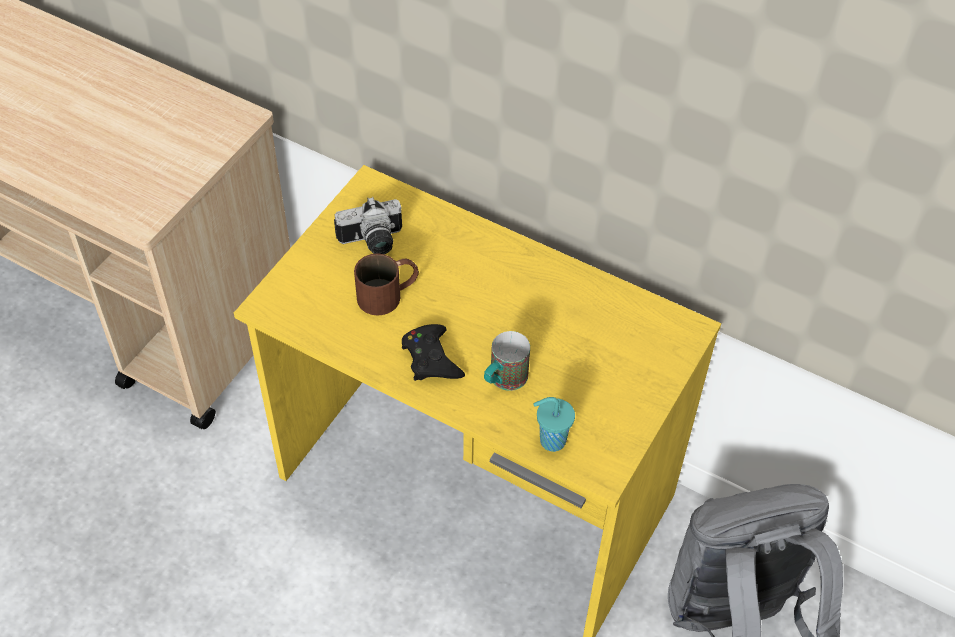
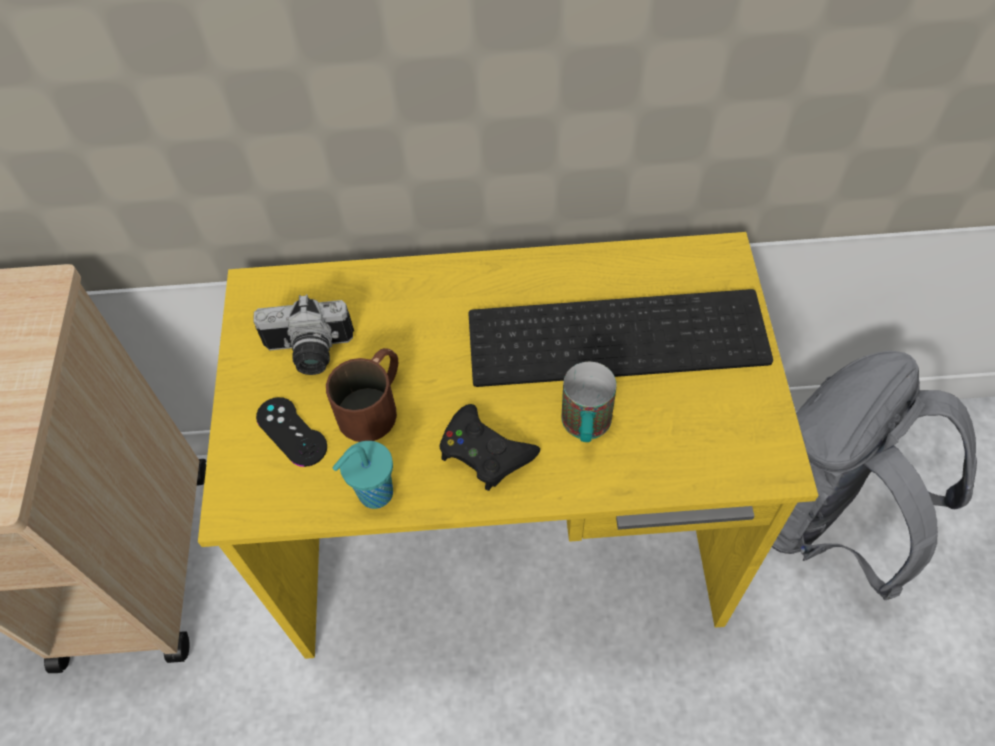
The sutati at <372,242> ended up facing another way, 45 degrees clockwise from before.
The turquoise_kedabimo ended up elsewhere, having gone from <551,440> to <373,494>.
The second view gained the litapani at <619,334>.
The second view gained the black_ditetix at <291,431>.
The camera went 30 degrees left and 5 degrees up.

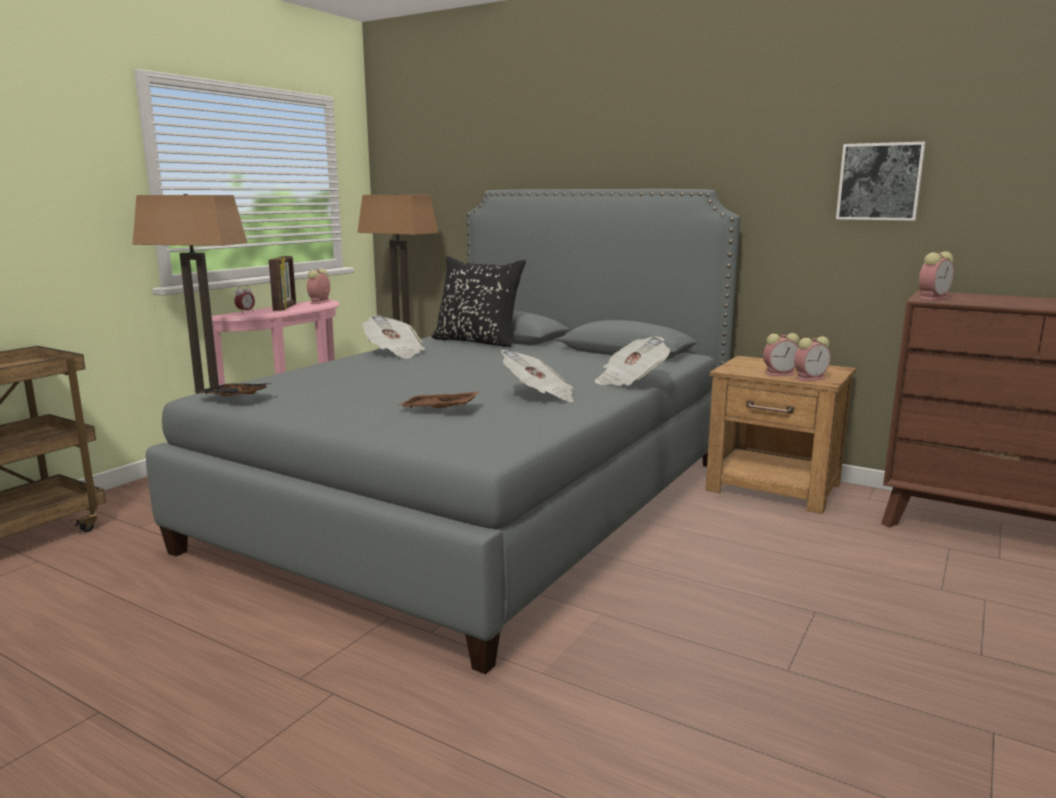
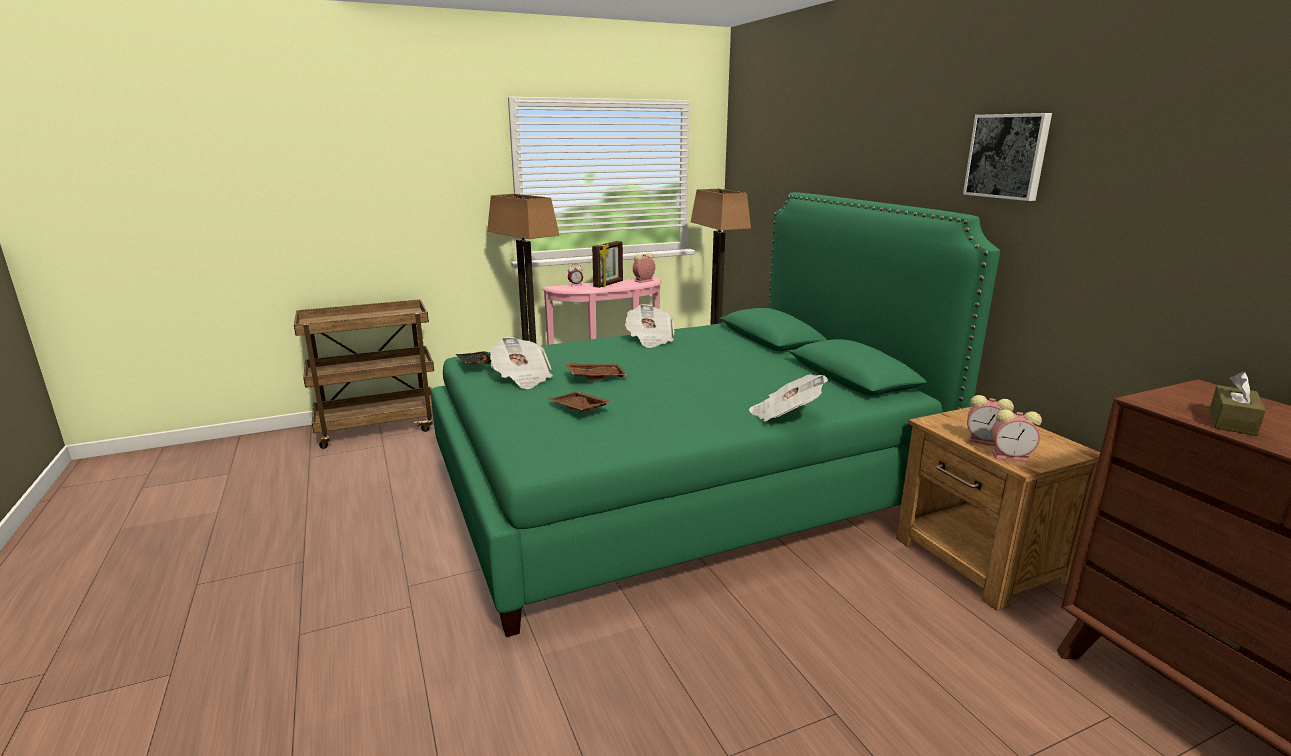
The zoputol ended up elsewhere, having gone from <880,181> to <1007,156>.
What was the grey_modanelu at <481,502> turned into the green_modanelu at <679,485>.
The second view lost the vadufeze at <933,298>.
The second view lost the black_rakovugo at <478,341>.
The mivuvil ended up elsewhere, having gone from <539,396> to <522,378>.
The second view gained the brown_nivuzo at <595,377>.
The second view gained the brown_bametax at <1232,421>.
The camera went 35 degrees right and 5 degrees up.

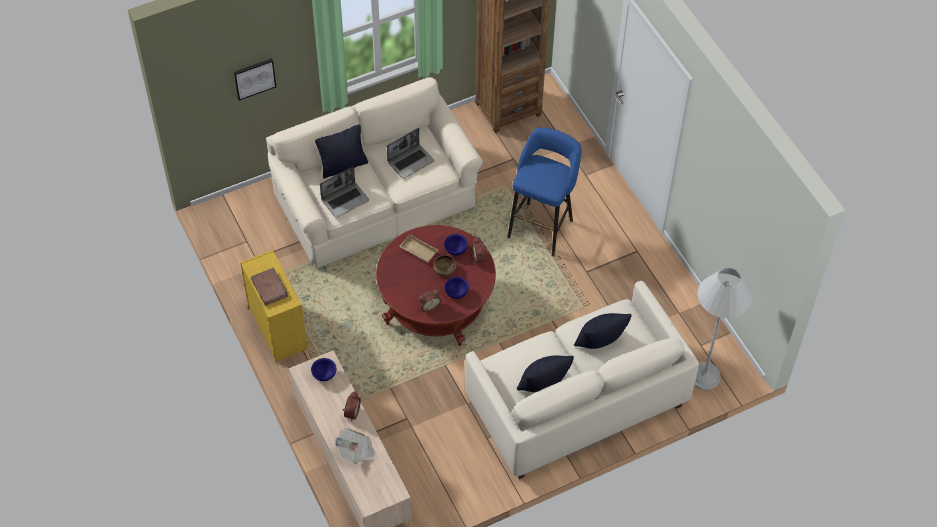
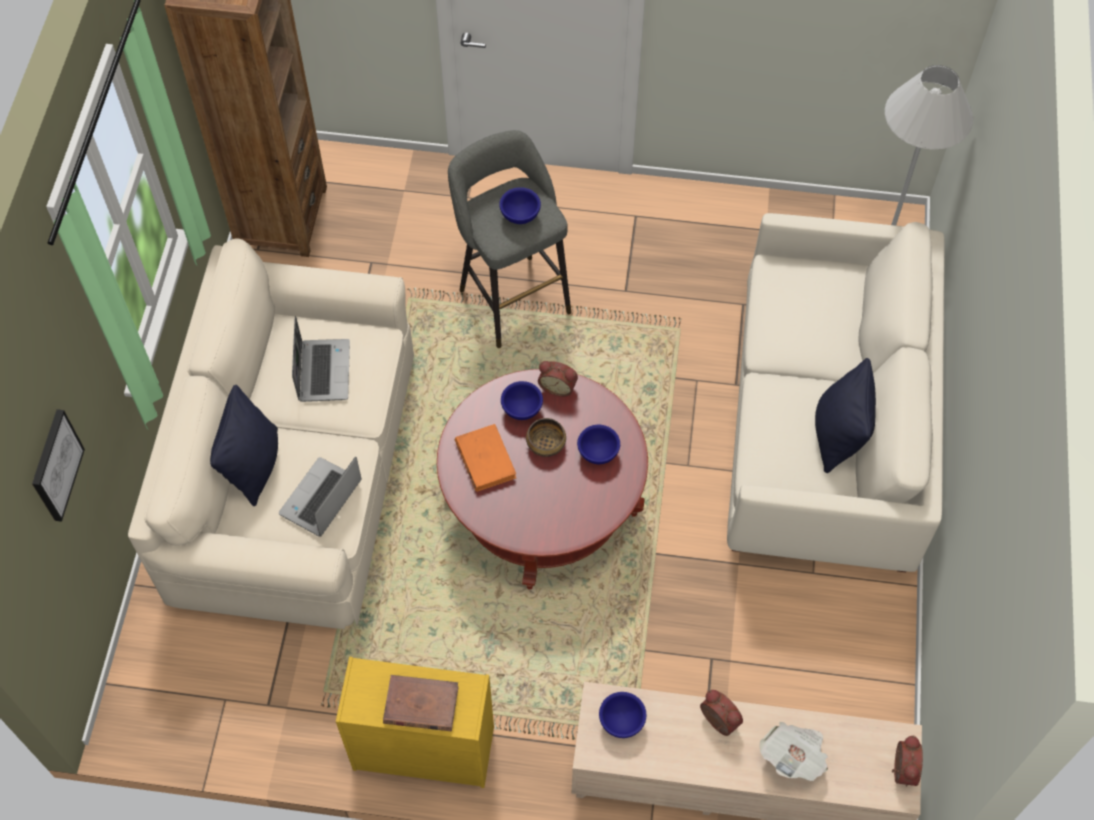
What was the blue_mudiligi at <542,226> turned into the grey_mudiligi at <511,296>.
The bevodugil at <345,200> ended up facing another way, 150 degrees counterclockwise from before.
Where the beige_nivuzo stood at <417,251>, the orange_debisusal came to stand at <485,459>.
The vadufeze ended up elsewhere, having gone from <429,305> to <901,769>.
The second view lost the black_rakovugo at <600,342>.
The second view gained the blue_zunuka at <520,215>.
The camera went 55 degrees left and 5 degrees up.

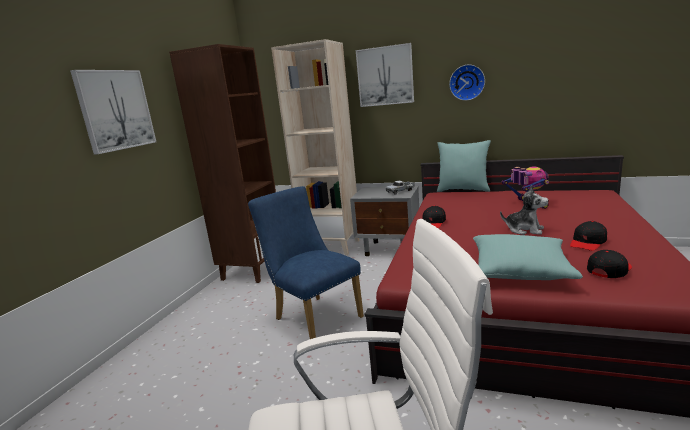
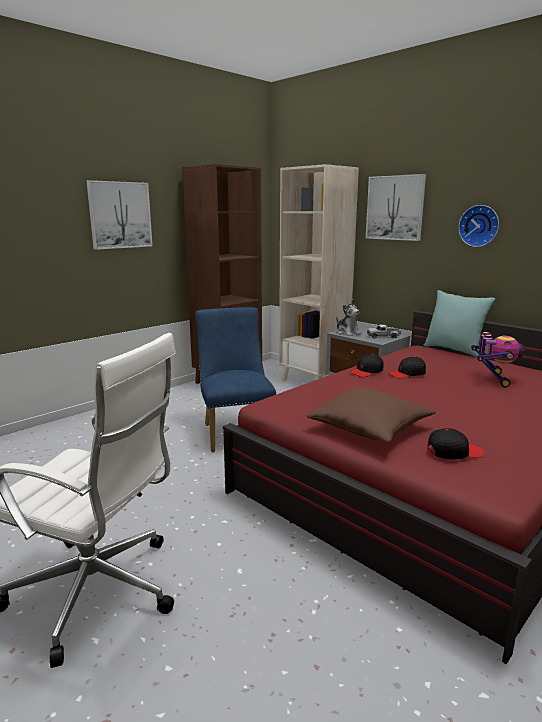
The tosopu ended up elsewhere, having gone from <524,230> to <347,333>.
The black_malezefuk ended up elsewhere, having gone from <588,242> to <407,374>.
What was the turquoise_rakovugo at <520,271> turned into the brown_rakovugo at <370,428>.
The camera went 25 degrees right and 0 degrees up.

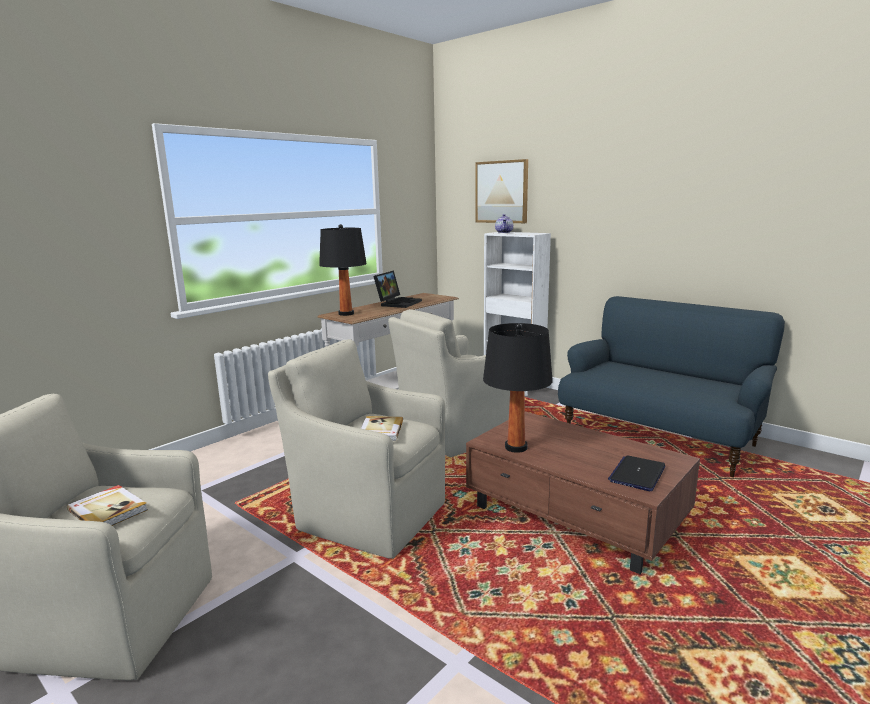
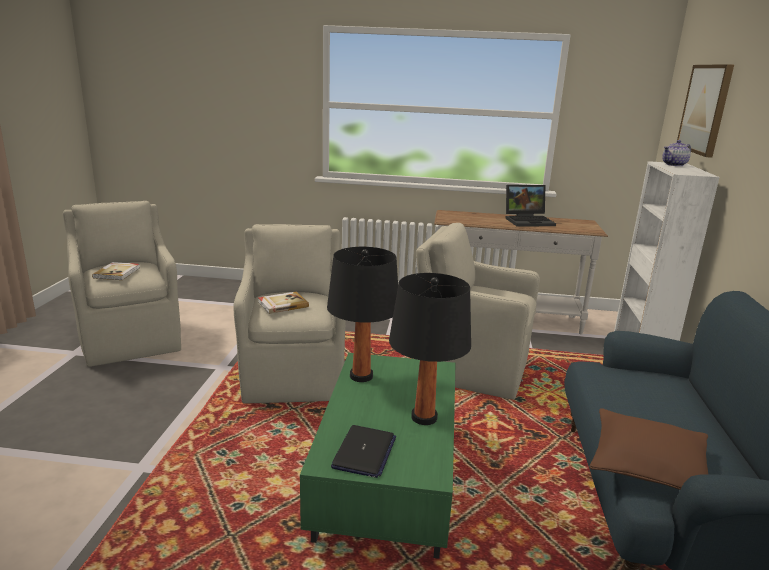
The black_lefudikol ended up elsewhere, having gone from <346,314> to <424,417>.
What was the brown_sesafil at <576,516> turned into the green_sesafil at <386,478>.
The bevodugil at <637,474> ended up facing another way, 105 degrees clockwise from before.
The second view gained the brown_rakovugo at <647,465>.
The camera went 55 degrees right and 5 degrees up.

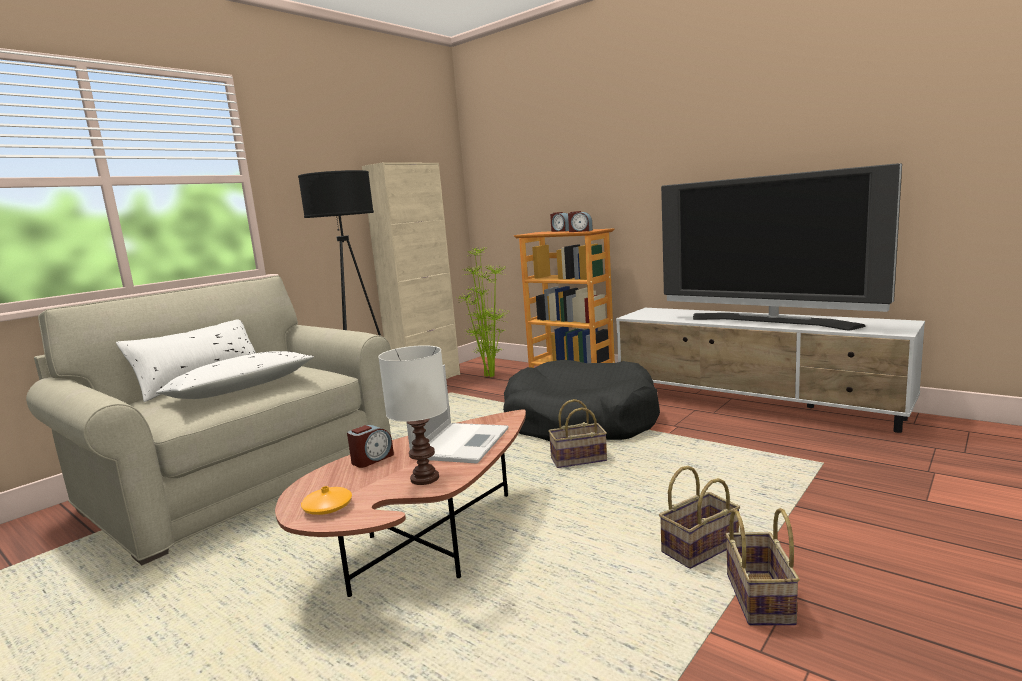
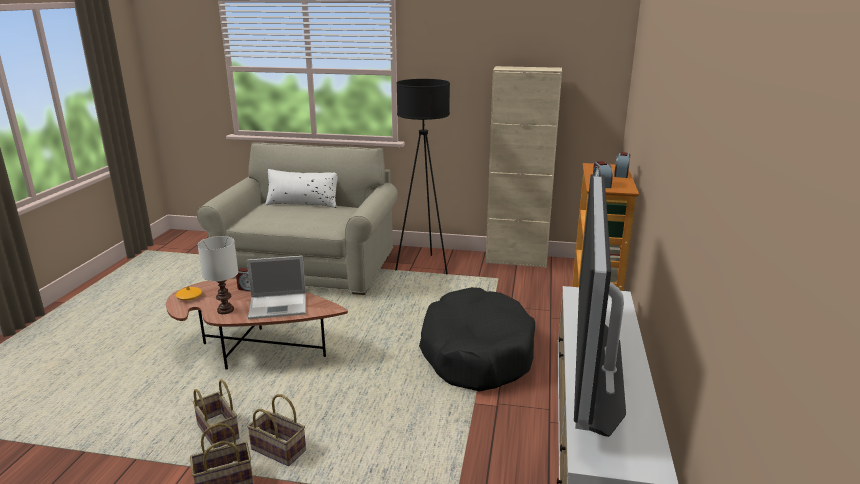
The second view lost the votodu at <490,377>.
The second view lost the white_rakovugo at <241,389>.
The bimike ended up elsewhere, having gone from <577,460> to <216,431>.
The camera went 60 degrees right and 10 degrees up.

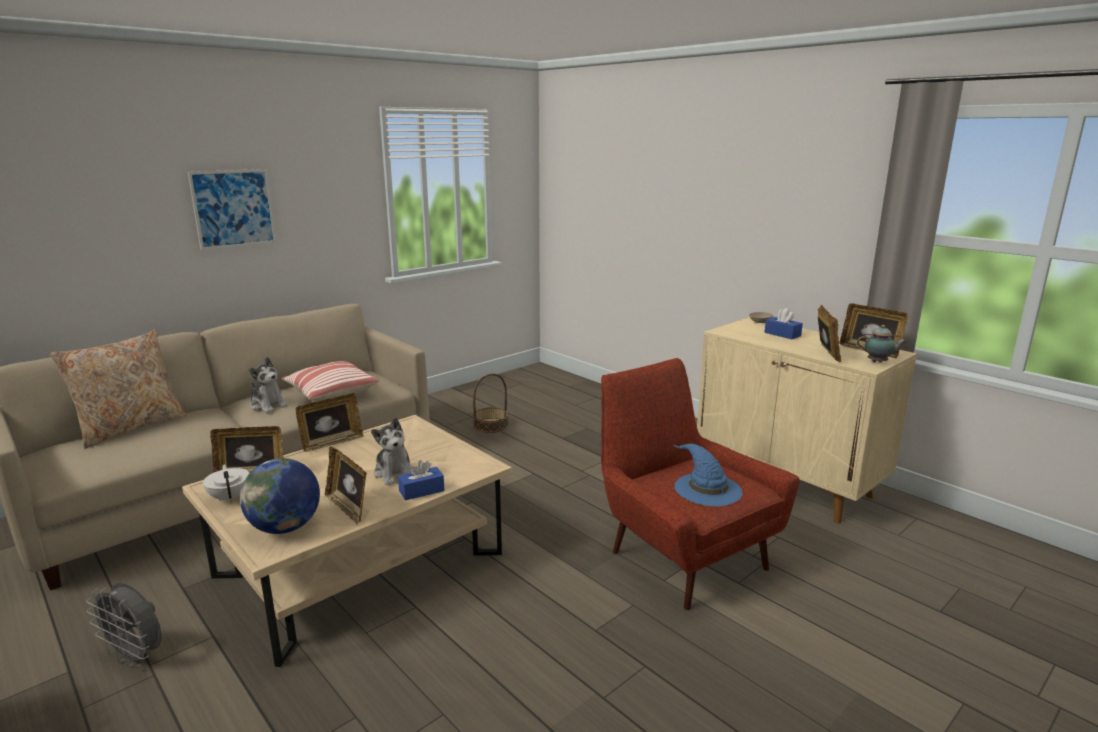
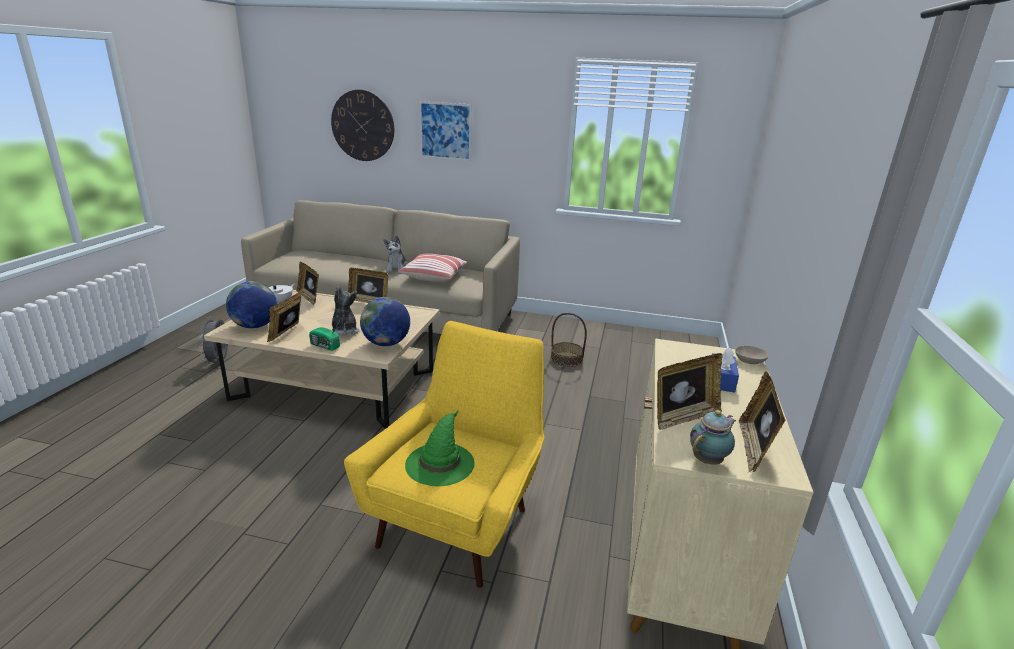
The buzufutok at <878,362> ended up facing another way, 105 degrees counterclockwise from before.
The second view lost the beige_rakovugo at <131,427>.
What was the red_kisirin at <681,555> turned into the yellow_kisirin at <458,520>.
The tosopu at <394,473> ended up facing another way, 135 degrees clockwise from before.
What was the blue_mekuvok at <706,488> turned into the green_mekuvok at <440,462>.
Where the blue_bametax stood at <421,491>, the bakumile came to stand at <325,346>.
The second view gained the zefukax at <363,126>.
The second view gained the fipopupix at <386,343>.
The camera went 55 degrees right and 5 degrees up.

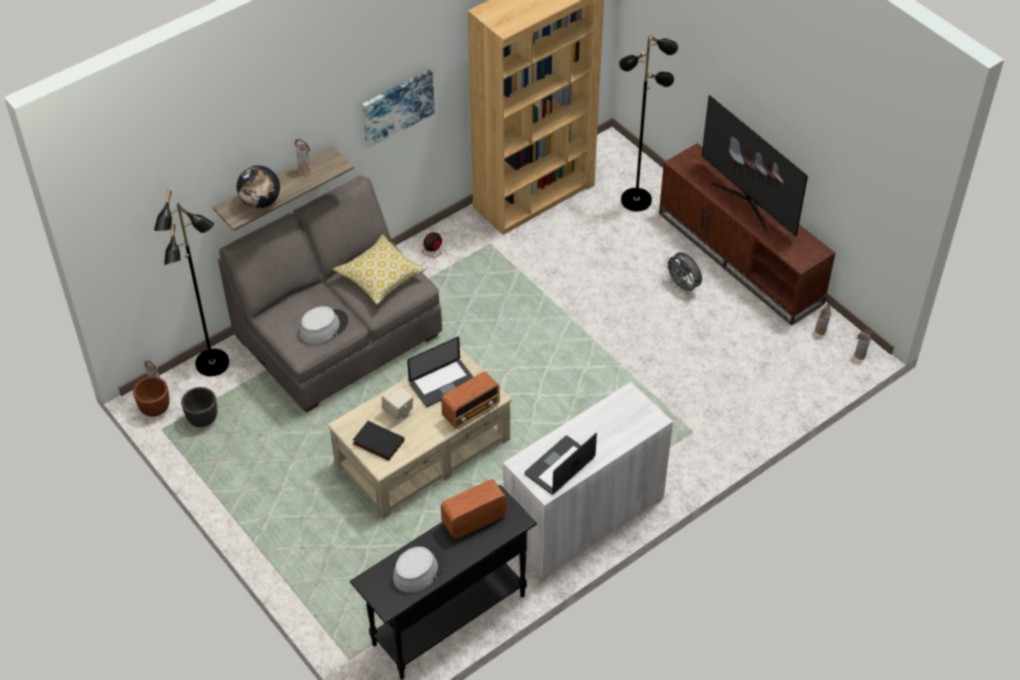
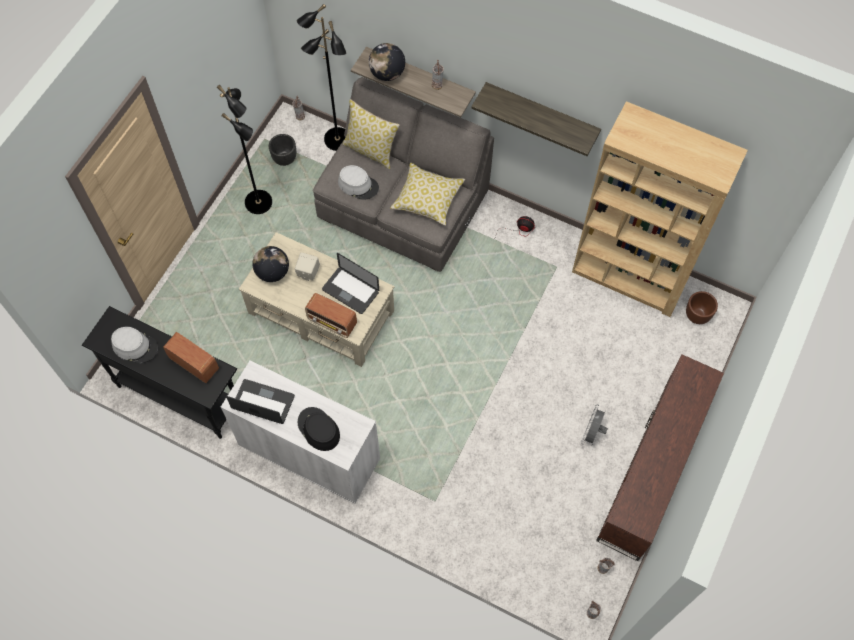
The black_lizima ended up elsewhere, having gone from <636,199> to <259,202>.
Where the zoputol hung at <397,107>, the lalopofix came to hang at <541,114>.
The second view lost the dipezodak at <748,200>.
The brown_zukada ended up elsewhere, having gone from <155,409> to <696,315>.
Where the black_debisusal stood at <377,443>, the fipopupix came to stand at <272,272>.
The second view gained the rakovugo at <371,150>.
The second view gained the black_mekuvok at <318,429>.
The camera went 65 degrees right and 15 degrees up.

